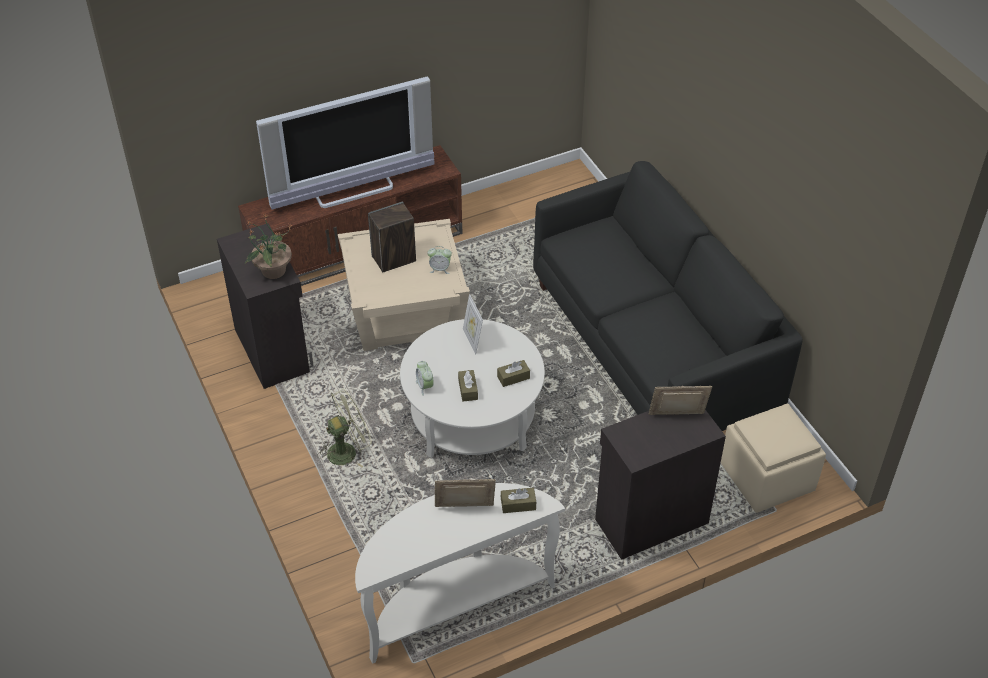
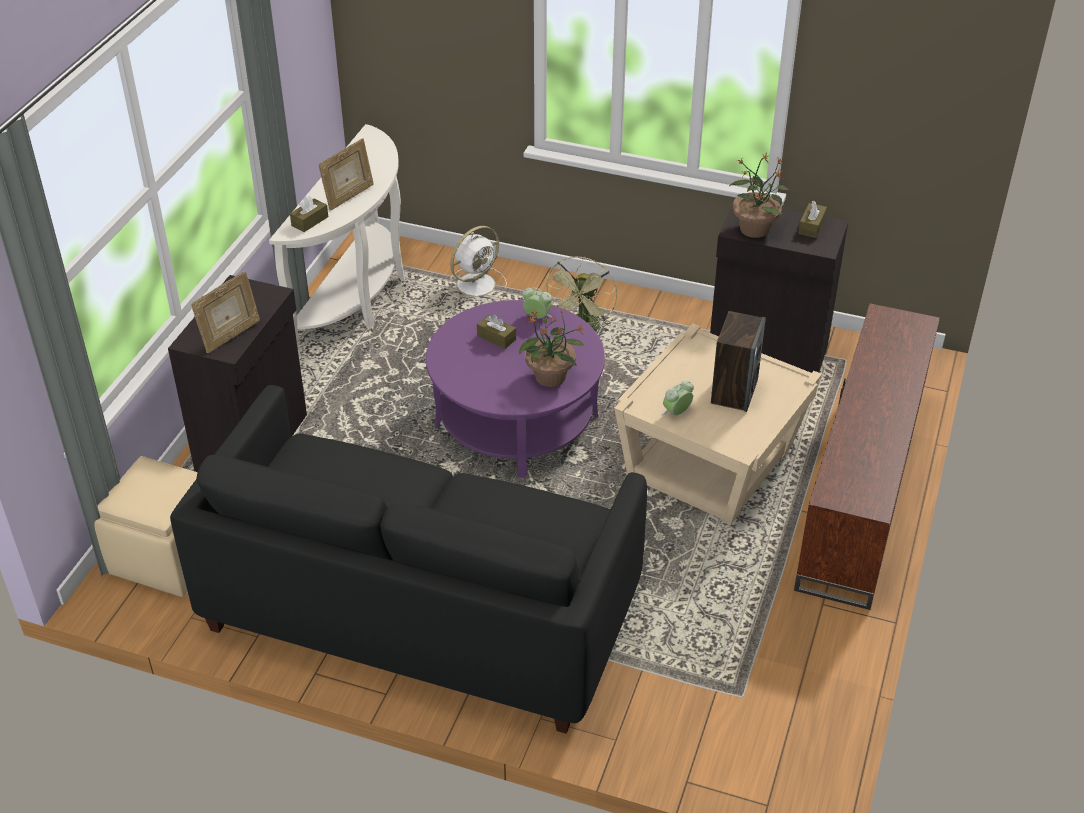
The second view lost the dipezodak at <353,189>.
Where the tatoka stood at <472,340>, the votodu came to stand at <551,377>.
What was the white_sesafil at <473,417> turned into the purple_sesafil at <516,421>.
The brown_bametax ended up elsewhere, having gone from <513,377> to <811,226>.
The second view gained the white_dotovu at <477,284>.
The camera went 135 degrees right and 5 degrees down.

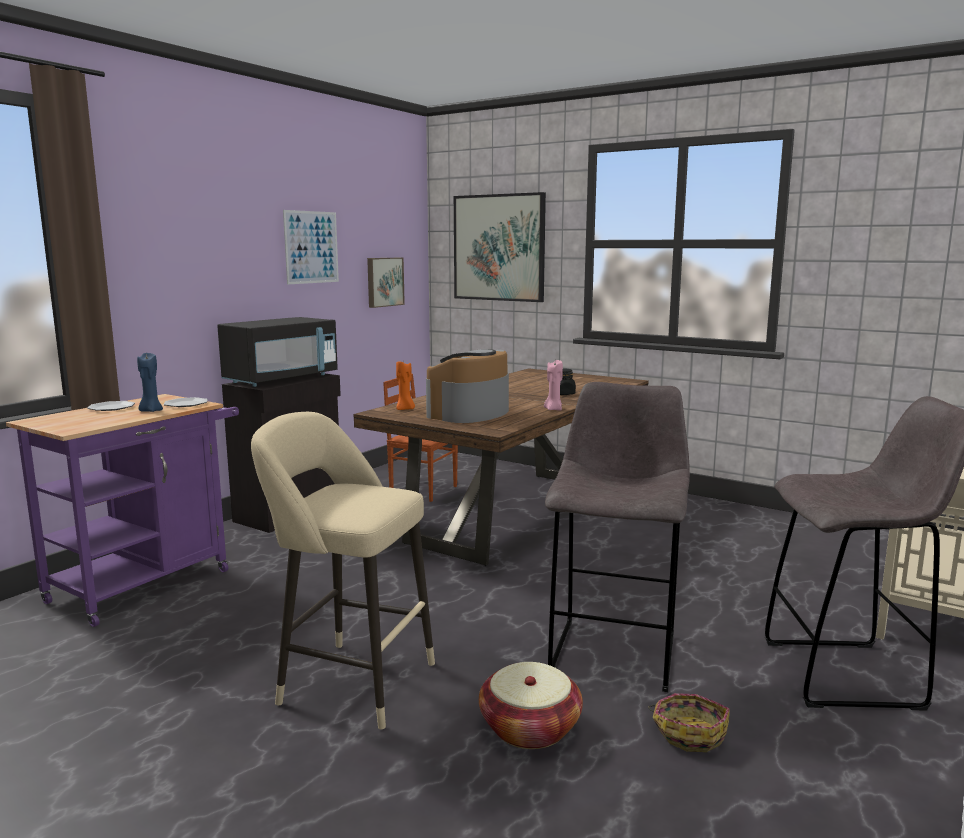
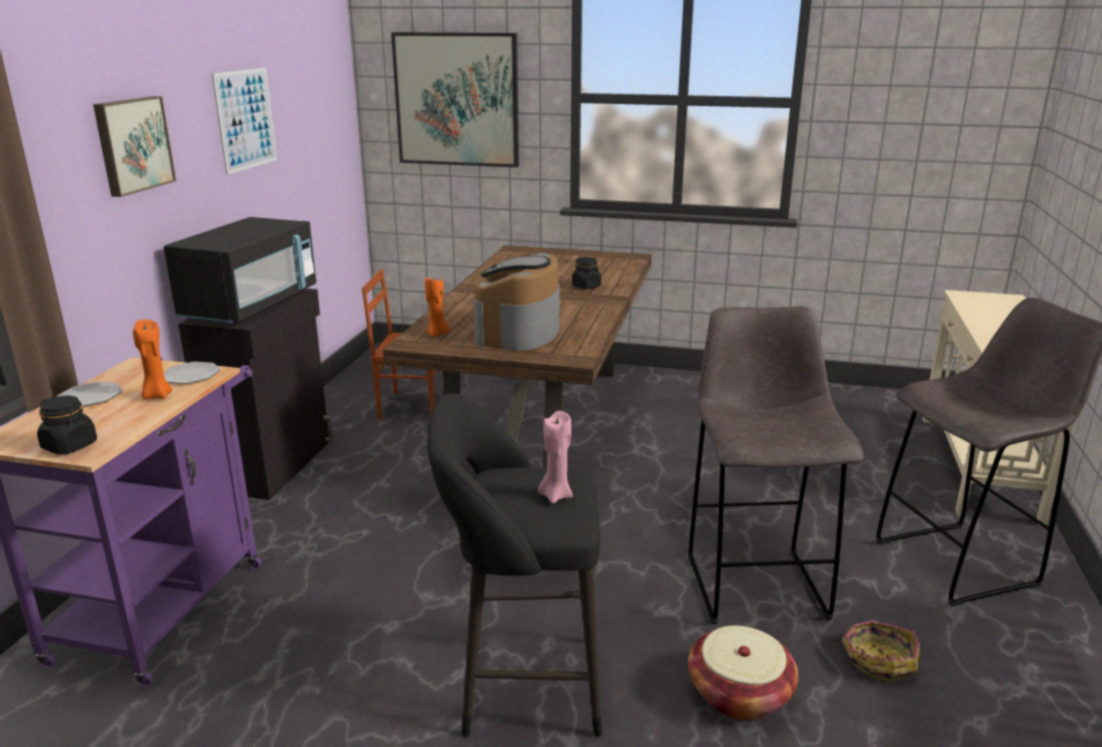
The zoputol ended up elsewhere, having gone from <384,282> to <132,145>.
What was the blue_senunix at <151,411> turned into the orange_senunix at <157,396>.
The pink_senunix ended up elsewhere, having gone from <553,409> to <555,495>.
What was the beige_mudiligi at <349,681> turned into the black_mudiligi at <521,685>.
The second view gained the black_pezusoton at <70,446>.
The camera went 20 degrees left and 10 degrees up.

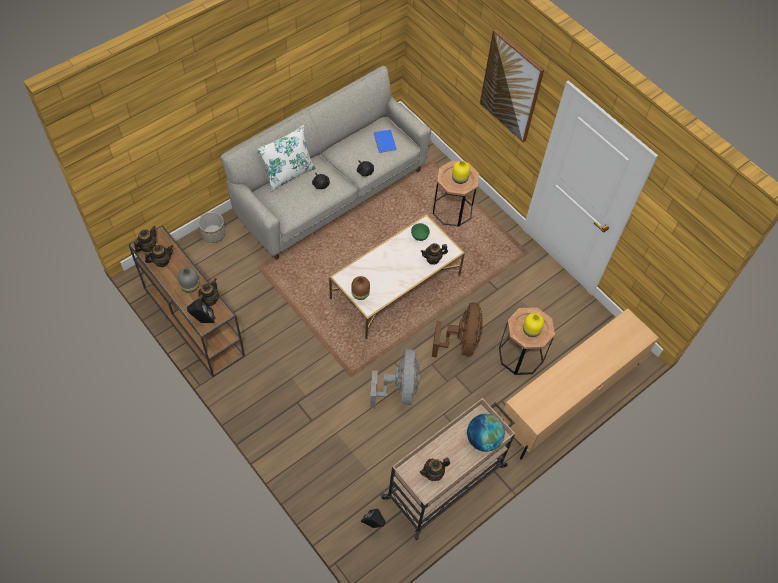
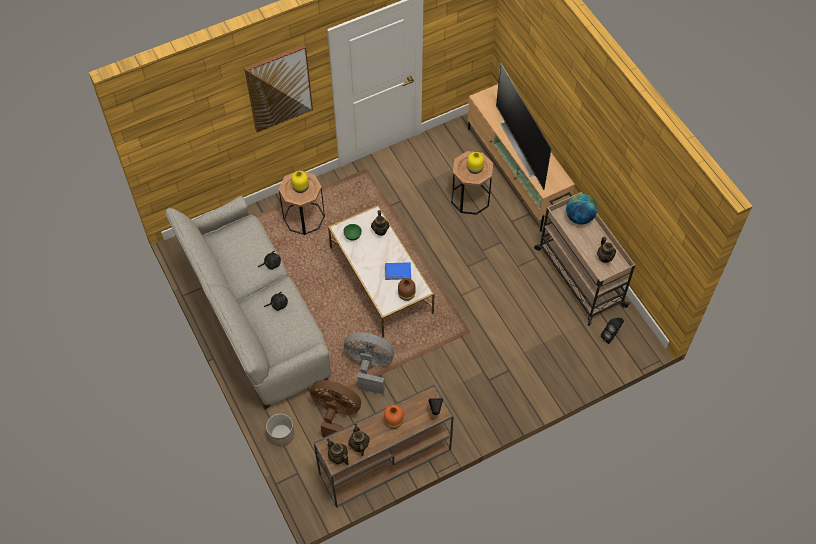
The second view lost the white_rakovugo at <288,174>.
The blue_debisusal ended up elsewhere, having gone from <383,142> to <398,272>.
What was the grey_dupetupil at <189,286> turned into the orange_dupetupil at <393,422>.
The second view lost the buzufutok at <209,300>.
The brown_dotovu ended up elsewhere, having gone from <460,342> to <336,415>.
The grey_dotovu ended up elsewhere, having gone from <399,389> to <369,367>.
The second view gained the dipezodak at <523,147>.
The camera went 75 degrees left and 0 degrees up.

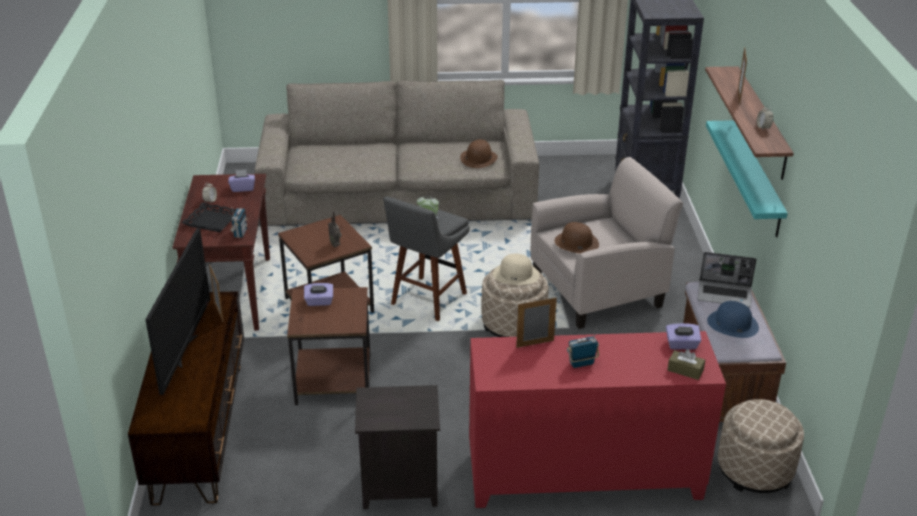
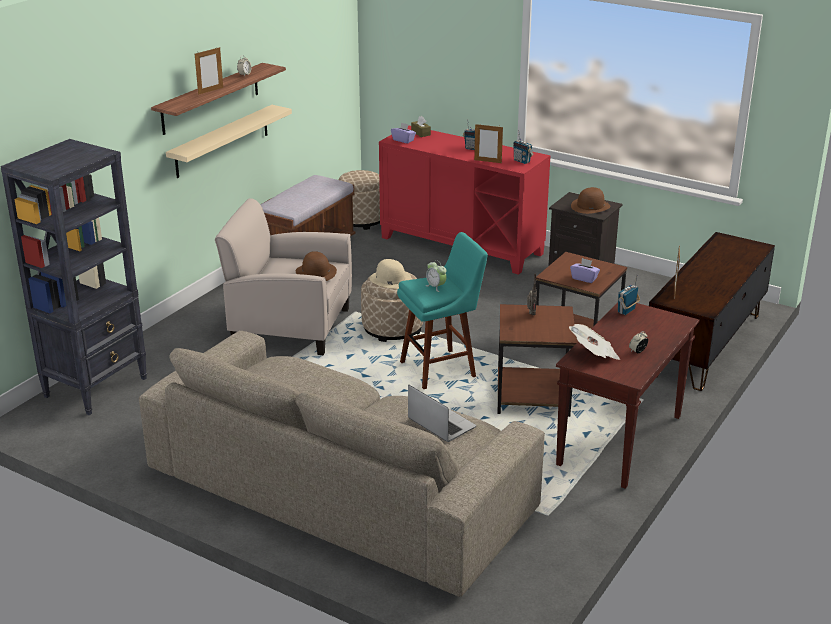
What was the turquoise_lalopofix at <756,178> turned into the beige_lalopofix at <222,141>.
The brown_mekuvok ended up elsewhere, having gone from <478,158> to <590,206>.
Where the purple_bametax stood at <242,188>, the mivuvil came to stand at <594,354>.
What was the grey_mudiligi at <426,301> turned into the turquoise_mudiligi at <441,369>.
The second view lost the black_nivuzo at <212,221>.
The second view lost the dipezodak at <184,350>.
The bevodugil ended up elsewhere, having gone from <725,294> to <440,424>.
The second view lost the blue_mekuvok at <732,324>.
The second view gained the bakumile at <522,161>.
The camera went 145 degrees left and 5 degrees down.

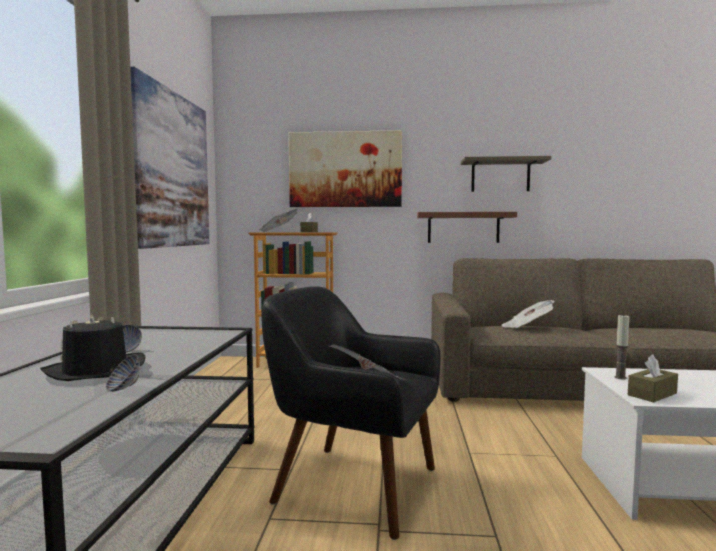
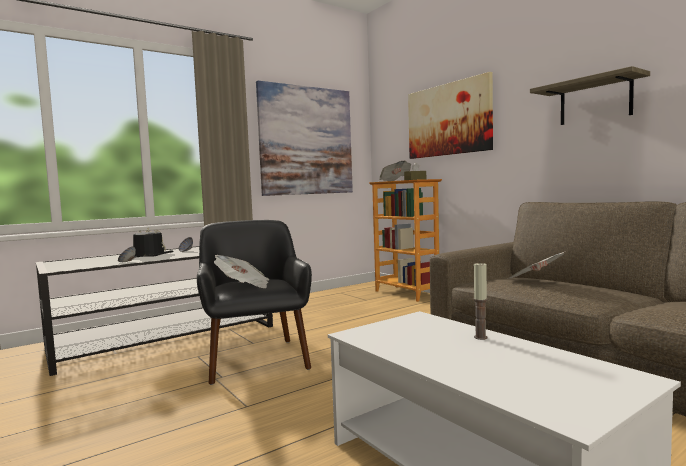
The second view lost the brown_lalopofix at <463,227>.
The senunix ended up elsewhere, having gone from <620,377> to <480,337>.
The second view lost the brown_bametax at <652,394>.
The camera went 50 degrees right and 0 degrees up.

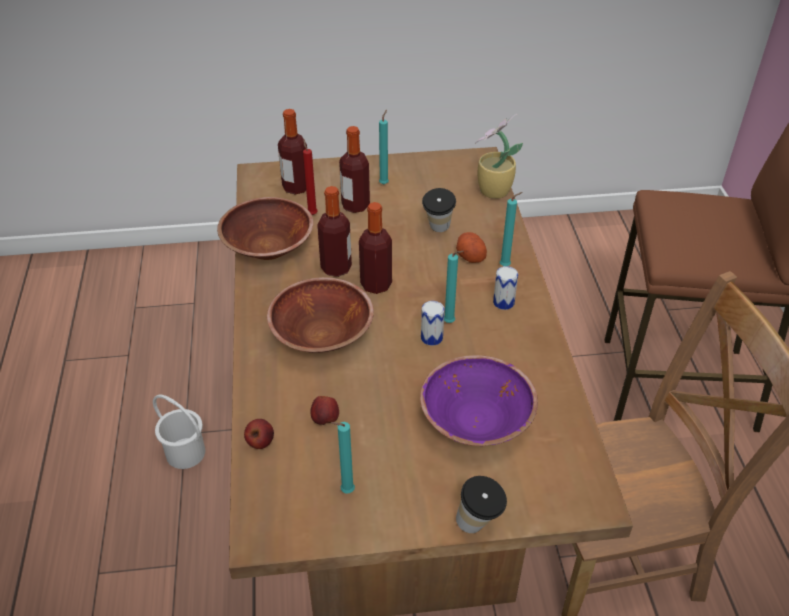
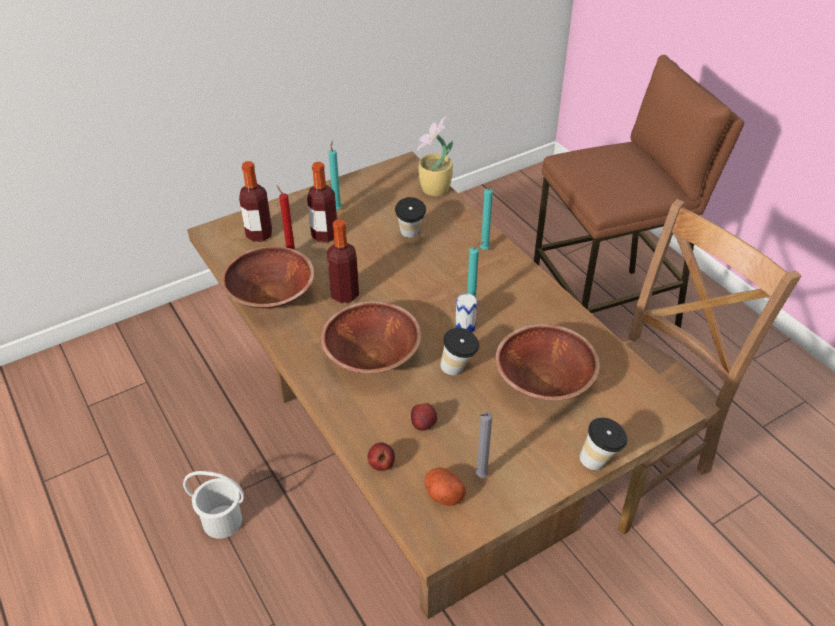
The second view lost the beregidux at <376,284>.
The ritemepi ended up elsewhere, having gone from <470,255> to <443,494>.
The second view lost the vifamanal at <503,302>.
What was the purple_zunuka at <477,420> turned into the brown_zunuka at <545,381>.
What was the turquoise_senunix at <345,491> turned into the grey_senunix at <480,476>.
The second view gained the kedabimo at <458,370>.
The camera went 25 degrees left and 0 degrees up.

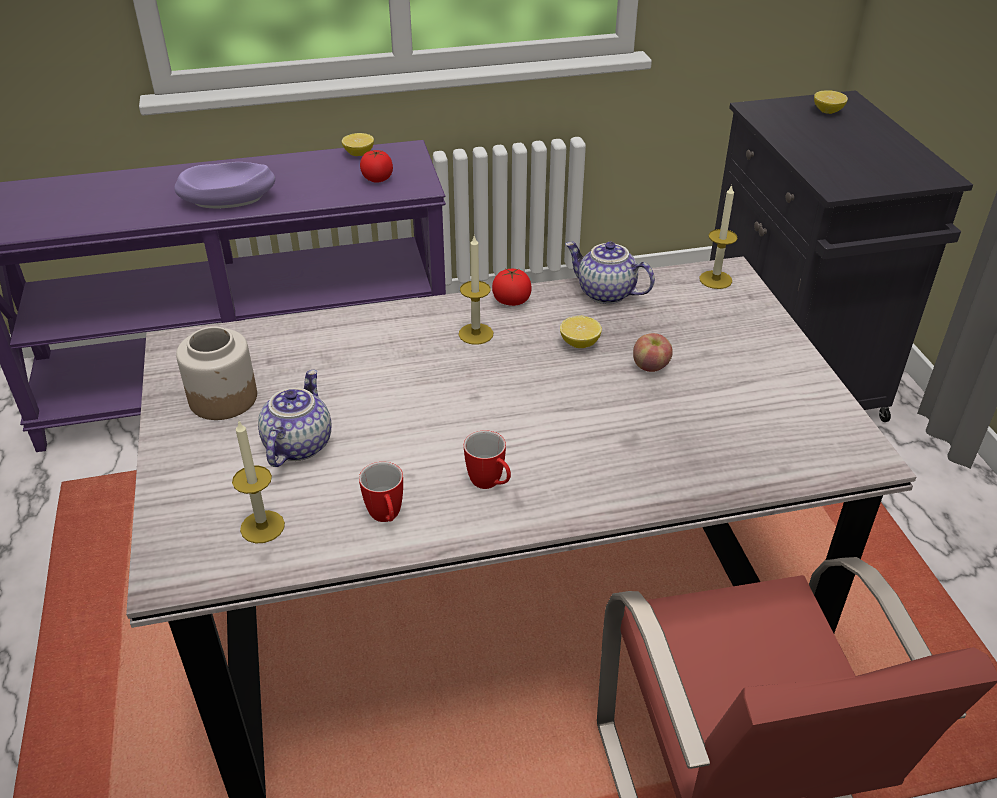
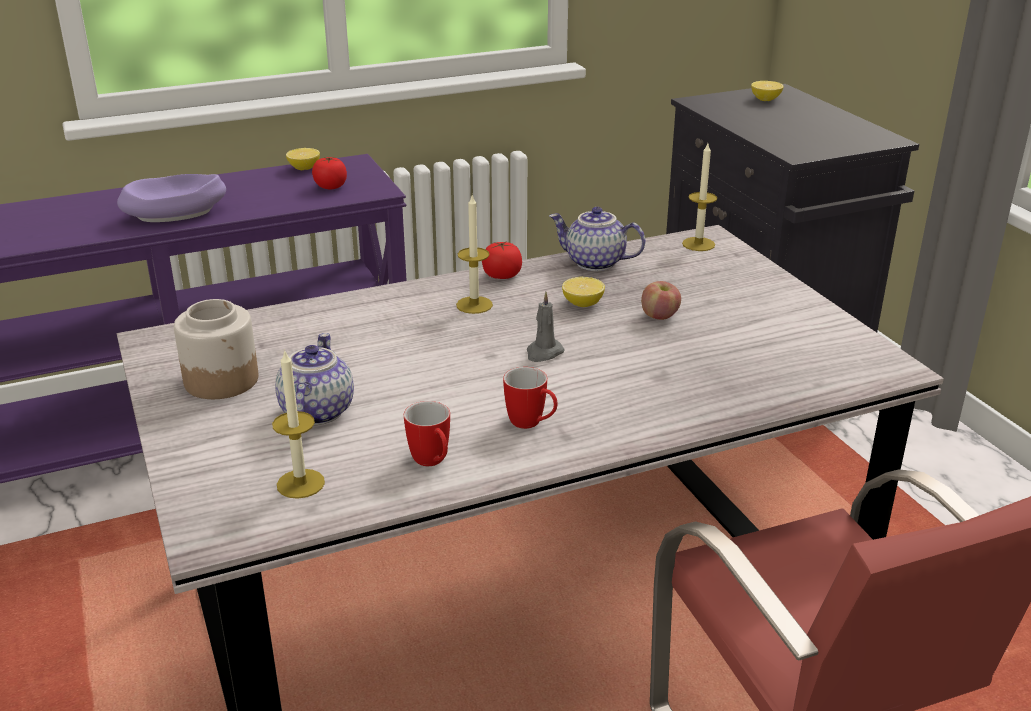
The second view gained the grey_senunix at <543,353>.
The camera went 10 degrees left and 10 degrees down.

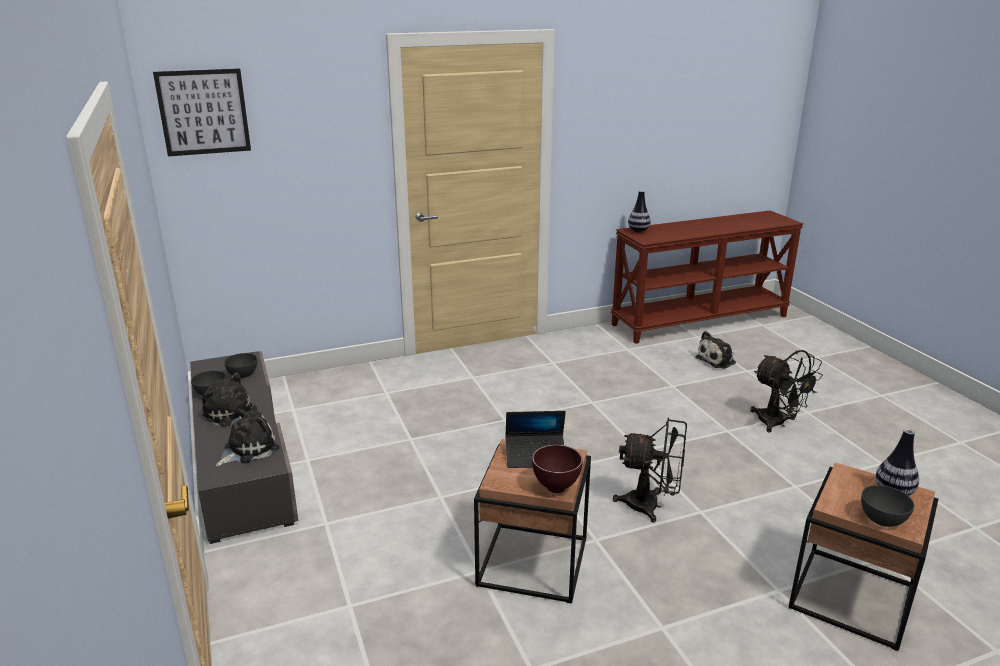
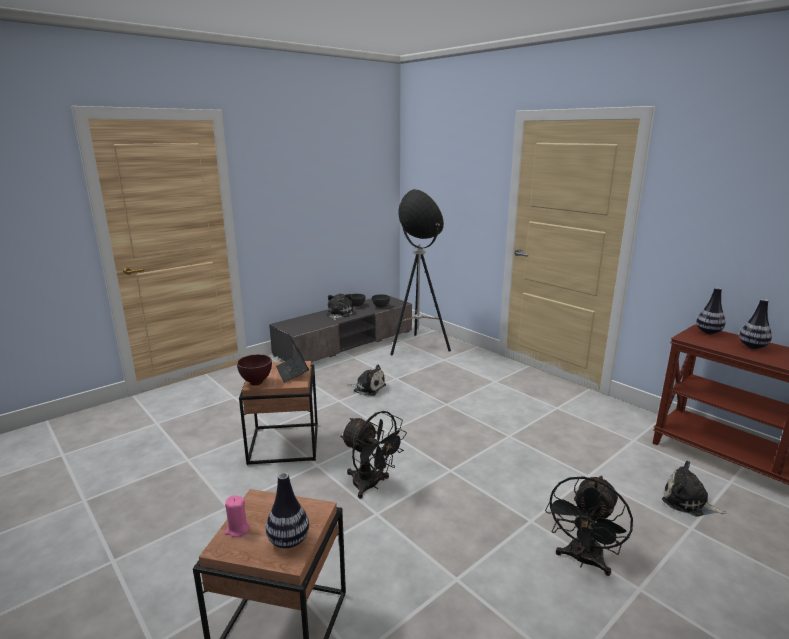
The second view lost the zoputol at <203,112>.
The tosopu ended up elsewhere, having gone from <248,449> to <368,388>.
The black_dotovu at <651,506> ended up facing another way, 45 degrees counterclockwise from before.
Where the grey_zunuka stood at <882,520>, the pink_senunix came to stand at <237,530>.
The second view gained the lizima at <417,347>.
The second view gained the dupetupil at <752,346>.
The camera went 70 degrees right and 5 degrees down.

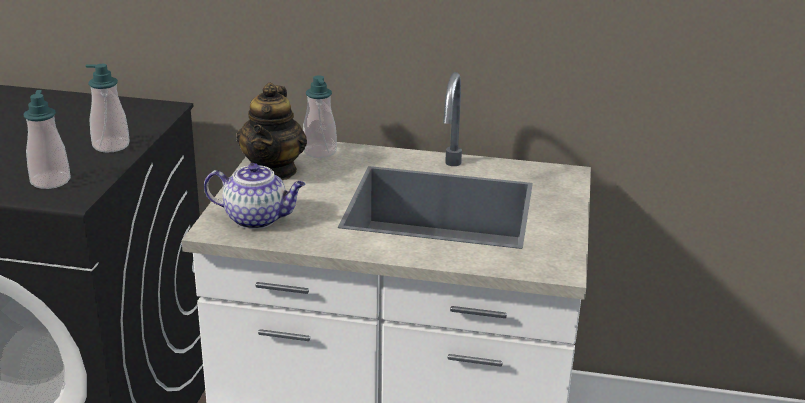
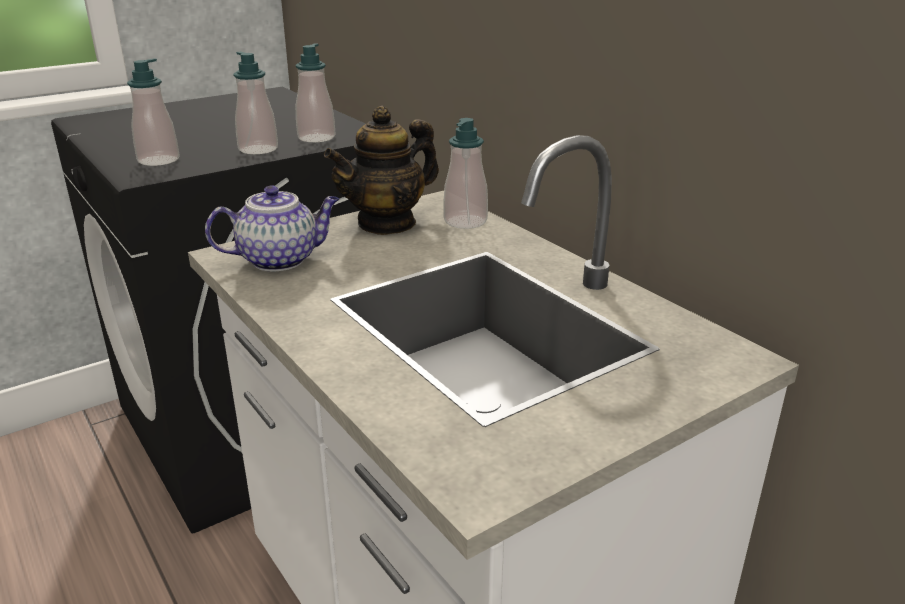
The buzufutok at <257,219> ended up facing another way, 75 degrees counterclockwise from before.
The second view gained the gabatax at <316,138>.
The camera went 45 degrees right and 0 degrees up.

